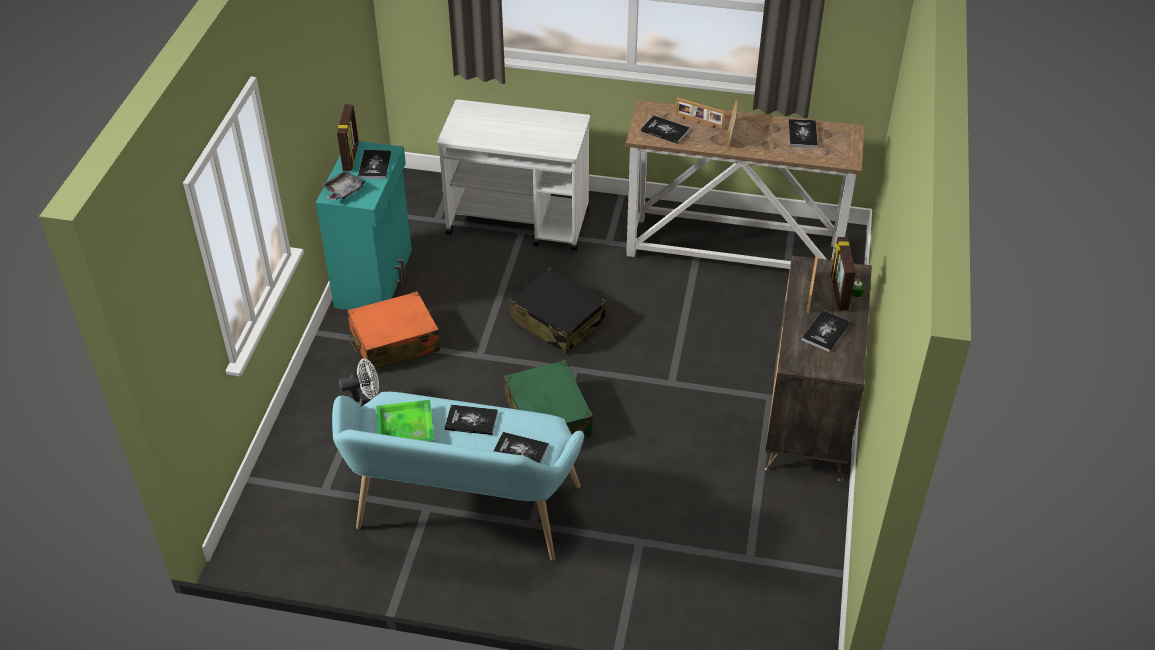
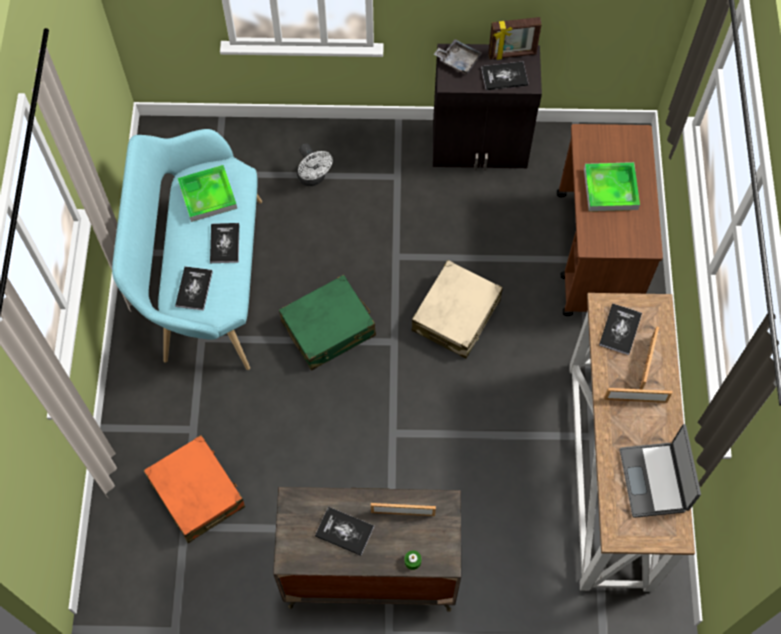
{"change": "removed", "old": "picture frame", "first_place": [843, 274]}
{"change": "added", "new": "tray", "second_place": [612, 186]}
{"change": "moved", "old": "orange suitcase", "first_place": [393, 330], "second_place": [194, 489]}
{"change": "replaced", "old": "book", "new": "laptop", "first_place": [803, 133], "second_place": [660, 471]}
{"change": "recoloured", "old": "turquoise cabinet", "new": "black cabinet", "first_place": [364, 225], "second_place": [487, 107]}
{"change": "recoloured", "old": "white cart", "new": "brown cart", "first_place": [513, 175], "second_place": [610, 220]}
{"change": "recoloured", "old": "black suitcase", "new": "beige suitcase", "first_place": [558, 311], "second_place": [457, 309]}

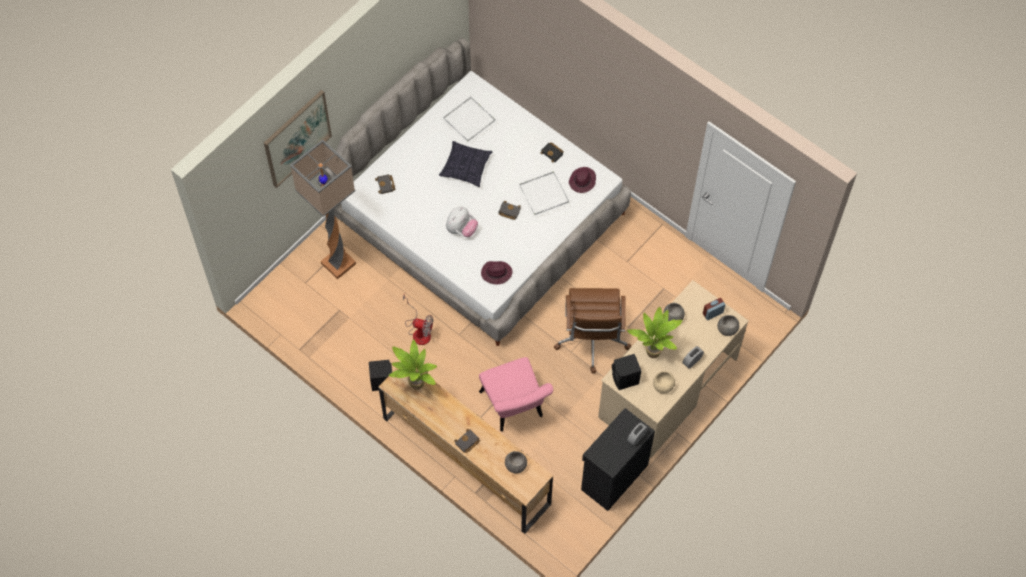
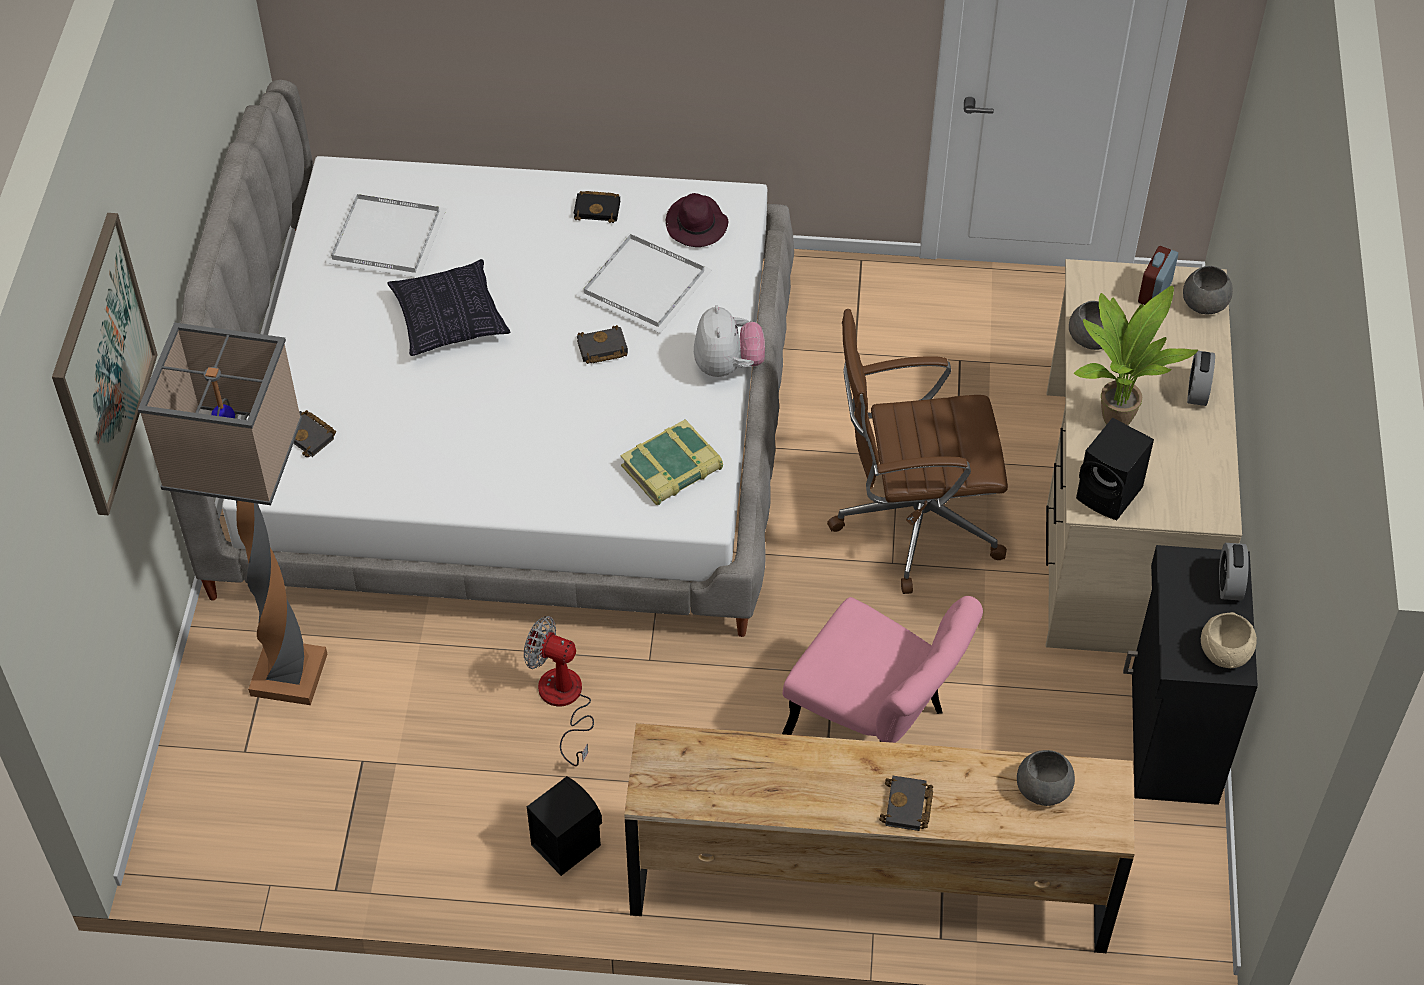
{"change": "removed", "old": "potted plant", "first_place": [413, 364]}
{"change": "moved", "old": "plush toy", "first_place": [462, 221], "second_place": [729, 341]}
{"change": "moved", "old": "beige bowl", "first_place": [664, 382], "second_place": [1229, 640]}
{"change": "replaced", "old": "purple hat", "new": "book", "first_place": [496, 272], "second_place": [671, 462]}
{"change": "turned", "old": "fan", "first_place": [418, 320], "second_place": [559, 691], "degrees": -135}
{"change": "turned", "old": "brown office chair", "first_place": [592, 331], "second_place": [917, 451], "degrees": 120}

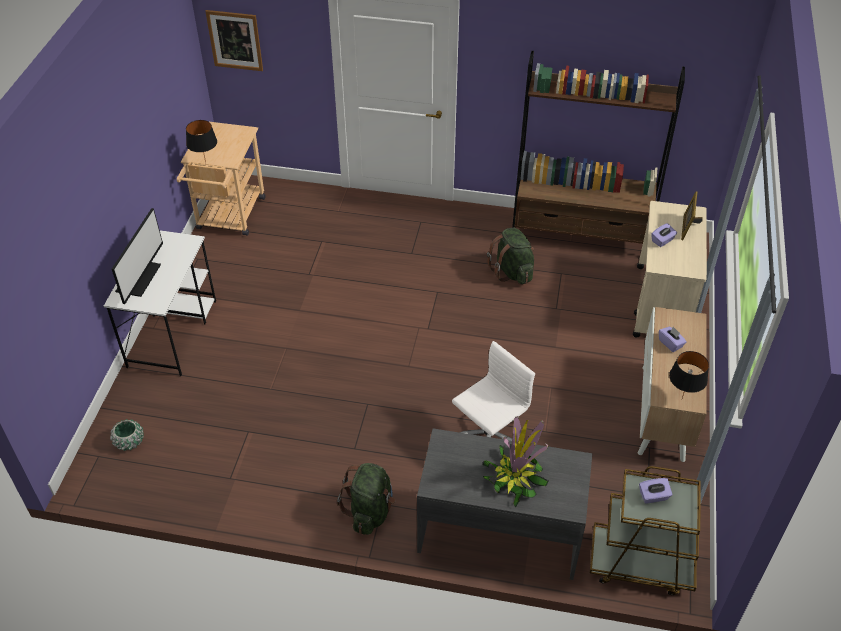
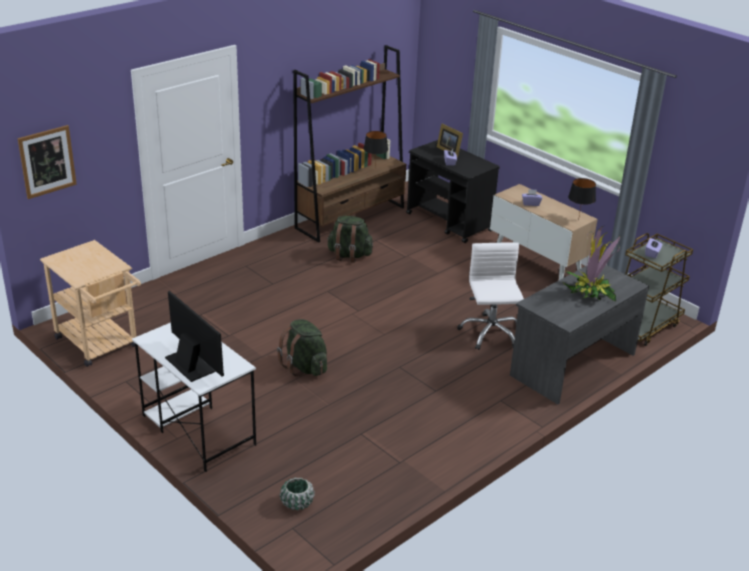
{"change": "moved", "old": "black table lamp", "first_place": [201, 141], "second_place": [375, 147]}
{"change": "moved", "old": "green backpack", "first_place": [366, 499], "second_place": [302, 348]}
{"change": "recoloured", "old": "beige cart", "new": "black cart", "first_place": [670, 269], "second_place": [453, 191]}

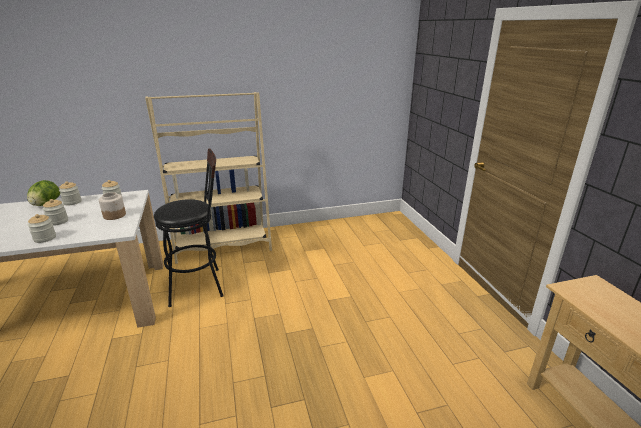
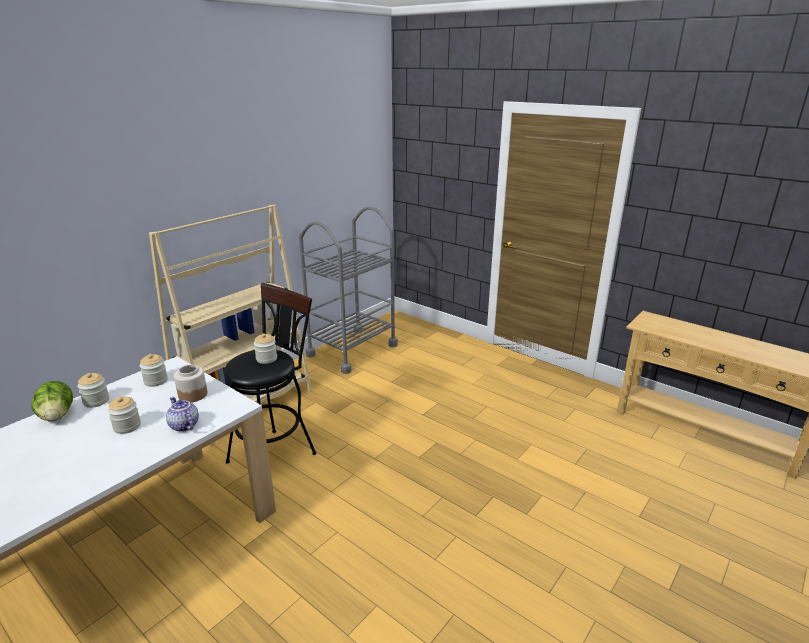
{"change": "added", "new": "teapot", "second_place": [182, 414]}
{"change": "added", "new": "grey cart", "second_place": [348, 290]}
{"change": "moved", "old": "jar", "first_place": [42, 228], "second_place": [265, 348]}

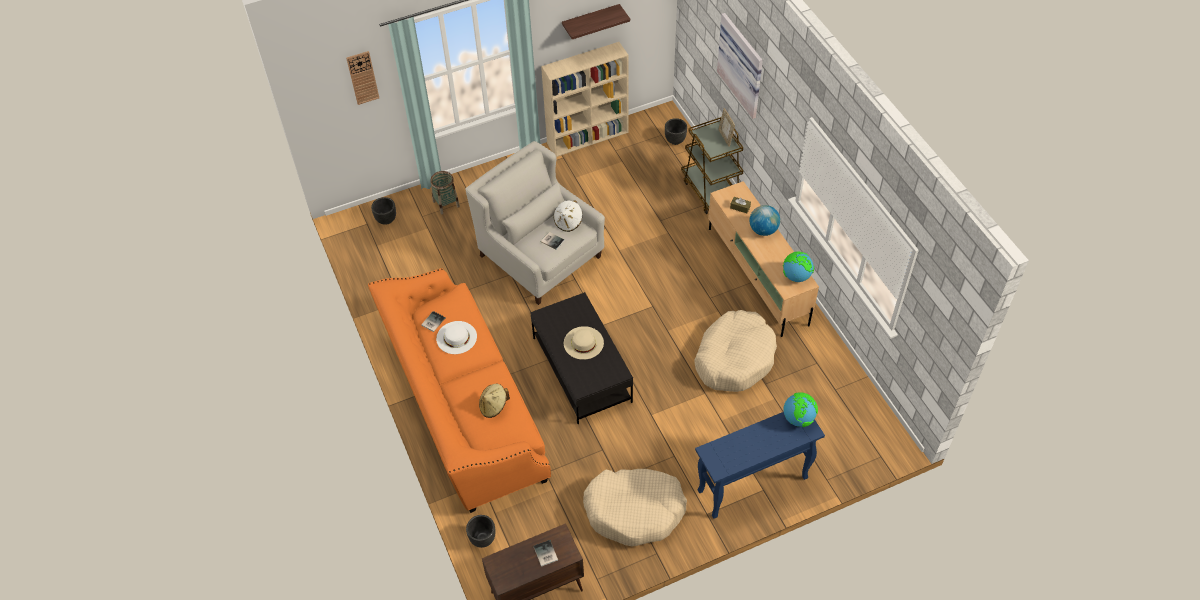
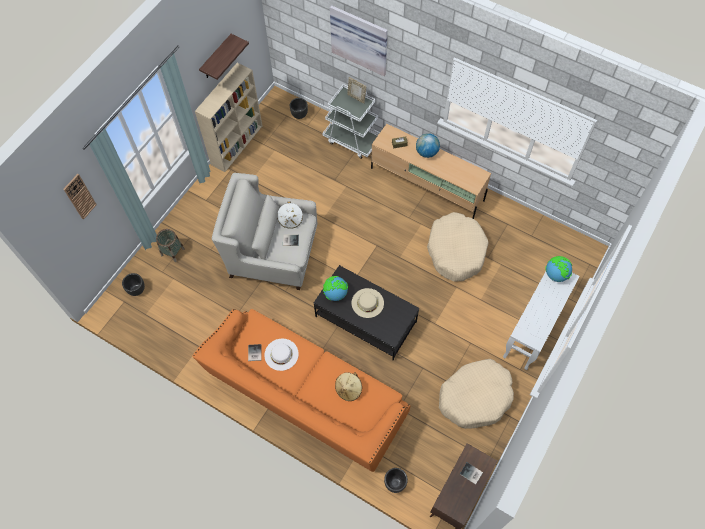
{"change": "moved", "old": "globe", "first_place": [798, 267], "second_place": [335, 288]}
{"change": "recoloured", "old": "brown cart", "new": "white cart", "first_place": [712, 165], "second_place": [350, 121]}
{"change": "recoloured", "old": "blue console table", "new": "white console table", "first_place": [760, 465], "second_place": [541, 321]}

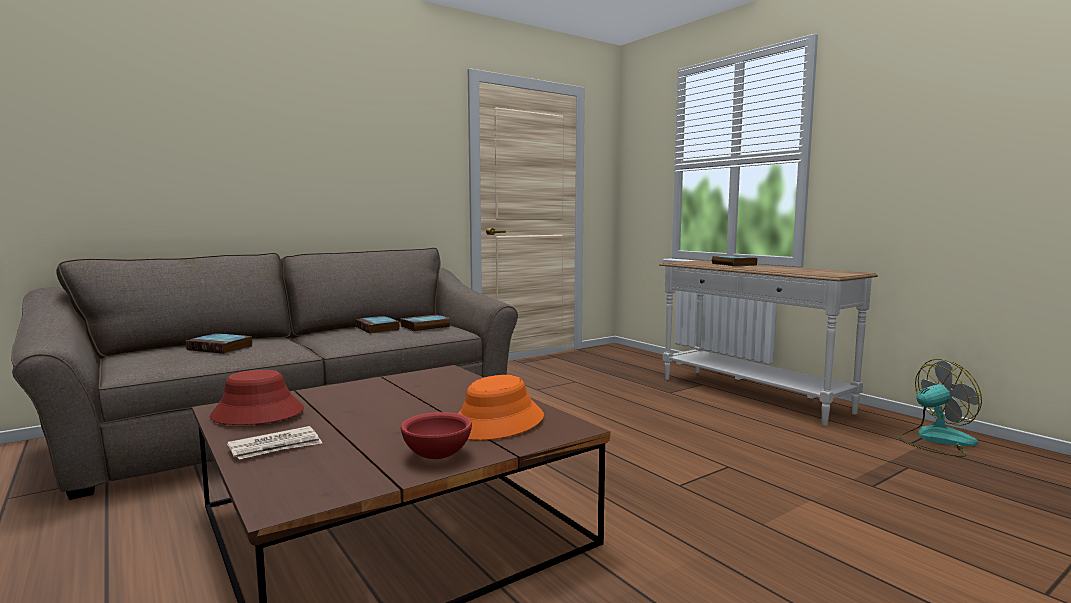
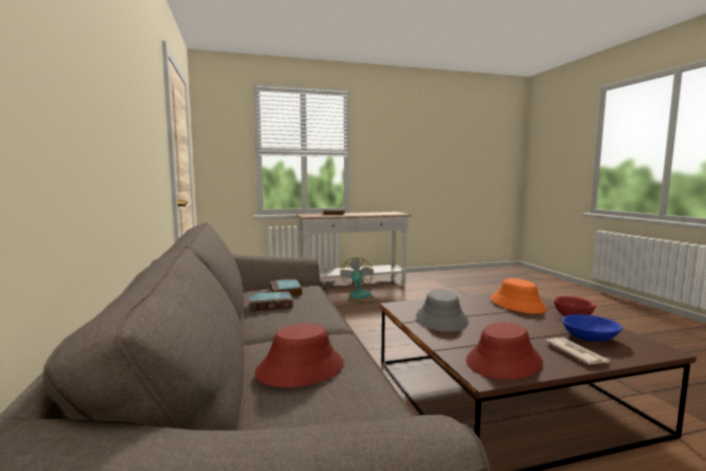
{"change": "added", "new": "grey hat", "second_place": [442, 310]}
{"change": "added", "new": "blue bowl", "second_place": [592, 328]}
{"change": "moved", "old": "fan", "first_place": [940, 408], "second_place": [360, 280]}
{"change": "replaced", "old": "book", "new": "red hat", "first_place": [219, 343], "second_place": [299, 355]}

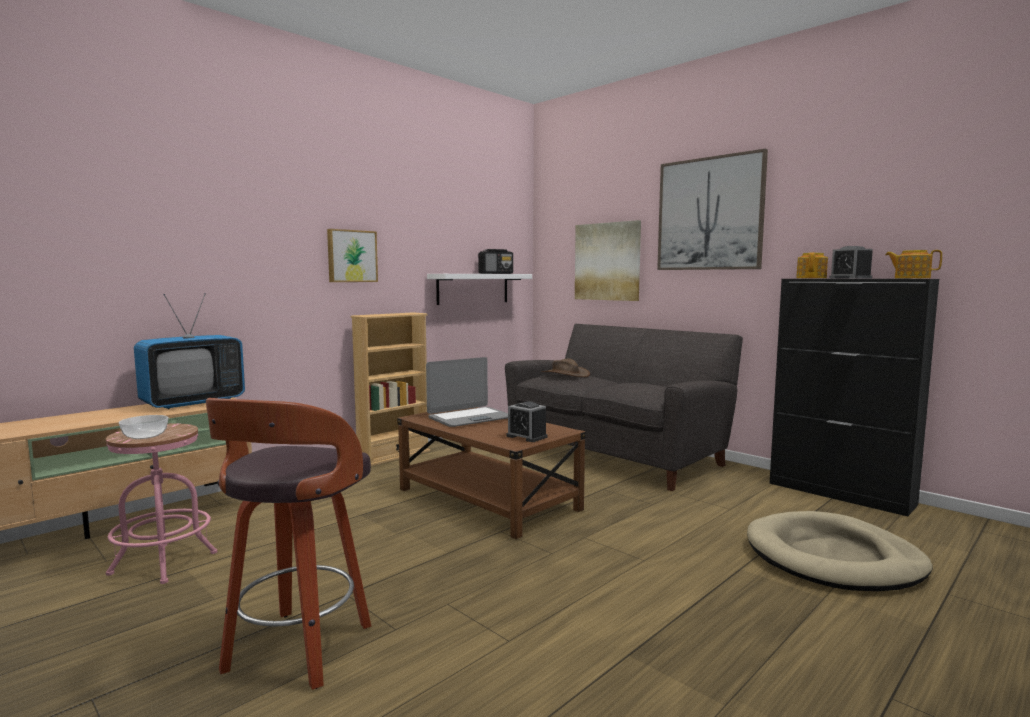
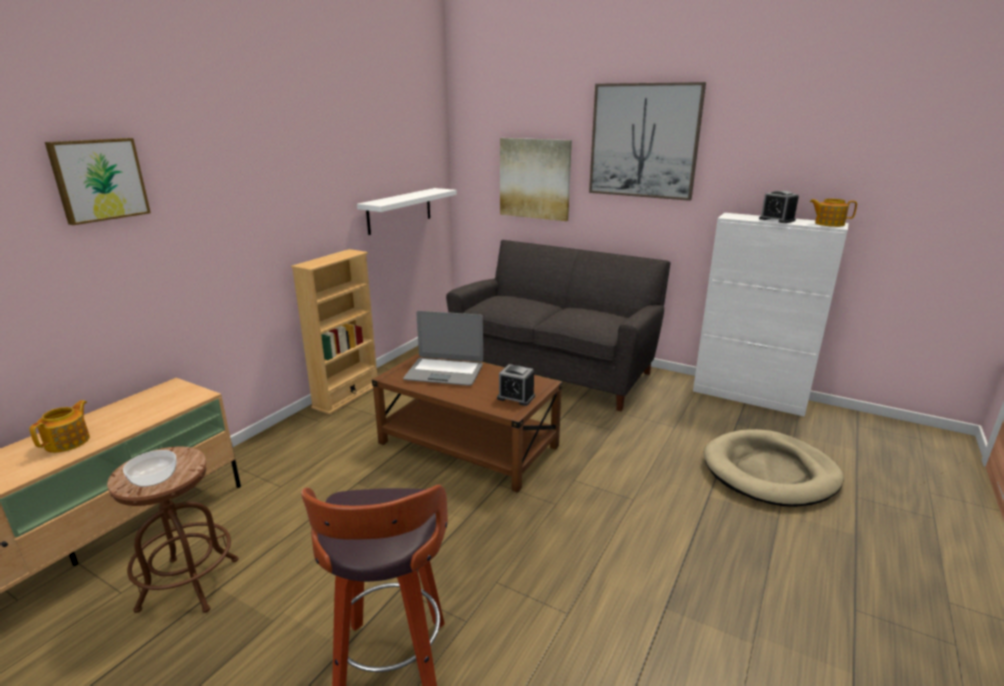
{"change": "removed", "old": "television", "first_place": [189, 351]}
{"change": "removed", "old": "radio", "first_place": [495, 261]}
{"change": "removed", "old": "brown hat", "first_place": [565, 367]}
{"change": "moved", "old": "picture", "first_place": [352, 255], "second_place": [98, 181]}
{"change": "moved", "old": "teapot", "first_place": [812, 265], "second_place": [59, 426]}
{"change": "recoloured", "old": "pink stool", "new": "brown stool", "first_place": [162, 504], "second_place": [172, 530]}
{"change": "recoloured", "old": "black cabinet", "new": "white cabinet", "first_place": [854, 398], "second_place": [771, 315]}
{"change": "turned", "old": "laptop", "first_place": [467, 392], "second_place": [443, 348], "degrees": 60}

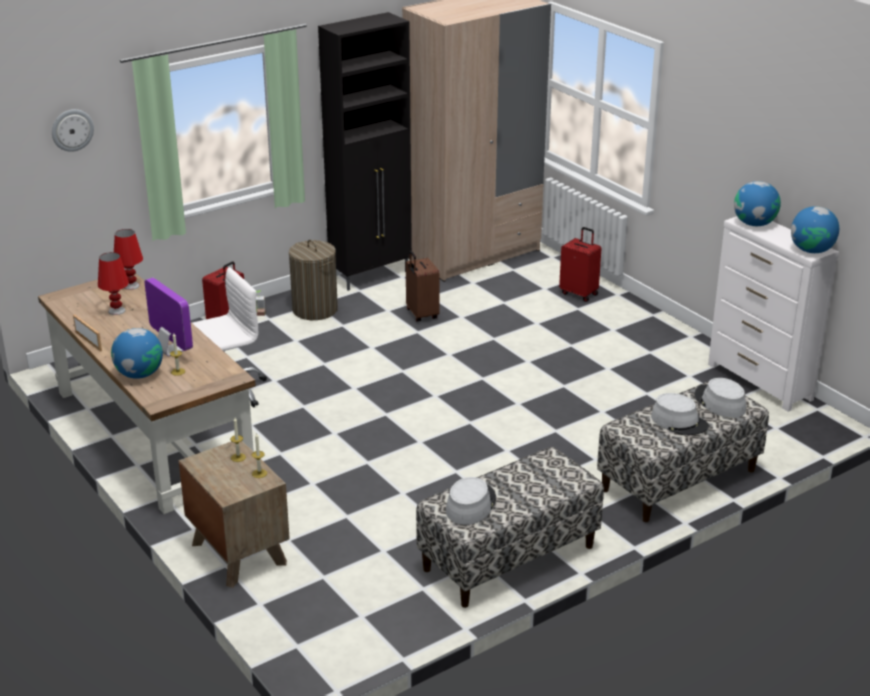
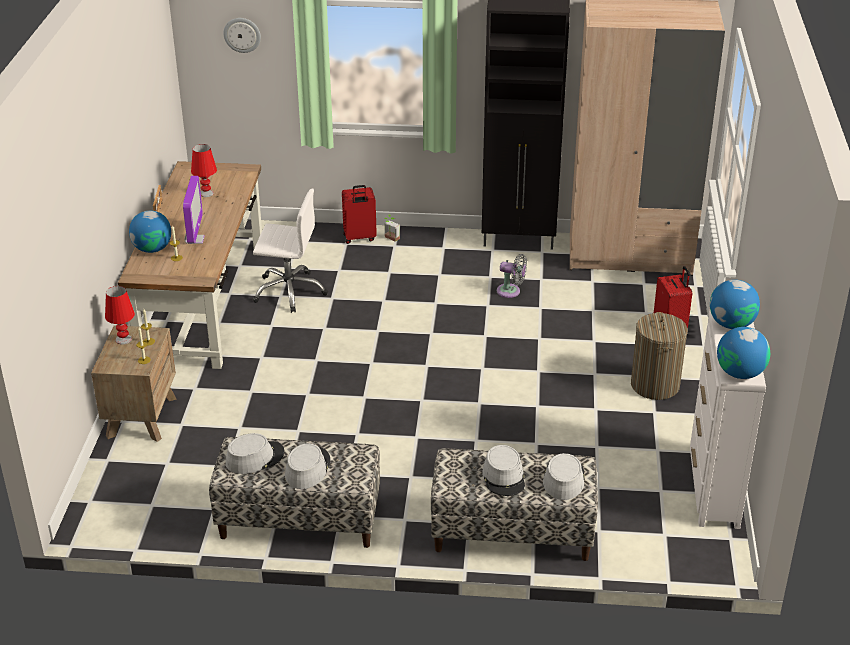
{"change": "added", "new": "grey hat", "second_place": [308, 466]}
{"change": "moved", "old": "red table lamp", "first_place": [128, 259], "second_place": [120, 315]}
{"change": "moved", "old": "laundry basket", "first_place": [313, 280], "second_place": [659, 356]}
{"change": "replaced", "old": "brown suitcase", "new": "grey fan", "first_place": [423, 286], "second_place": [512, 276]}

